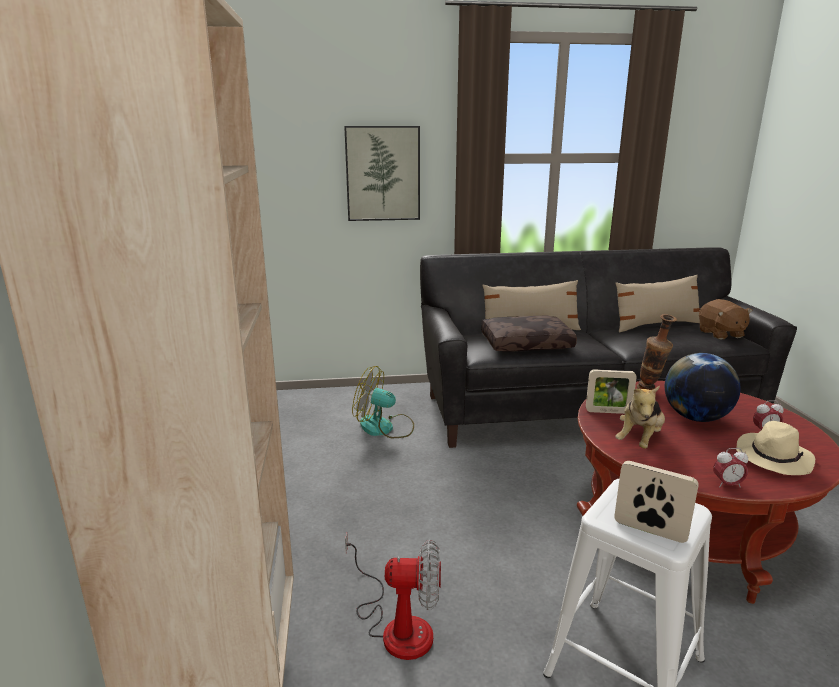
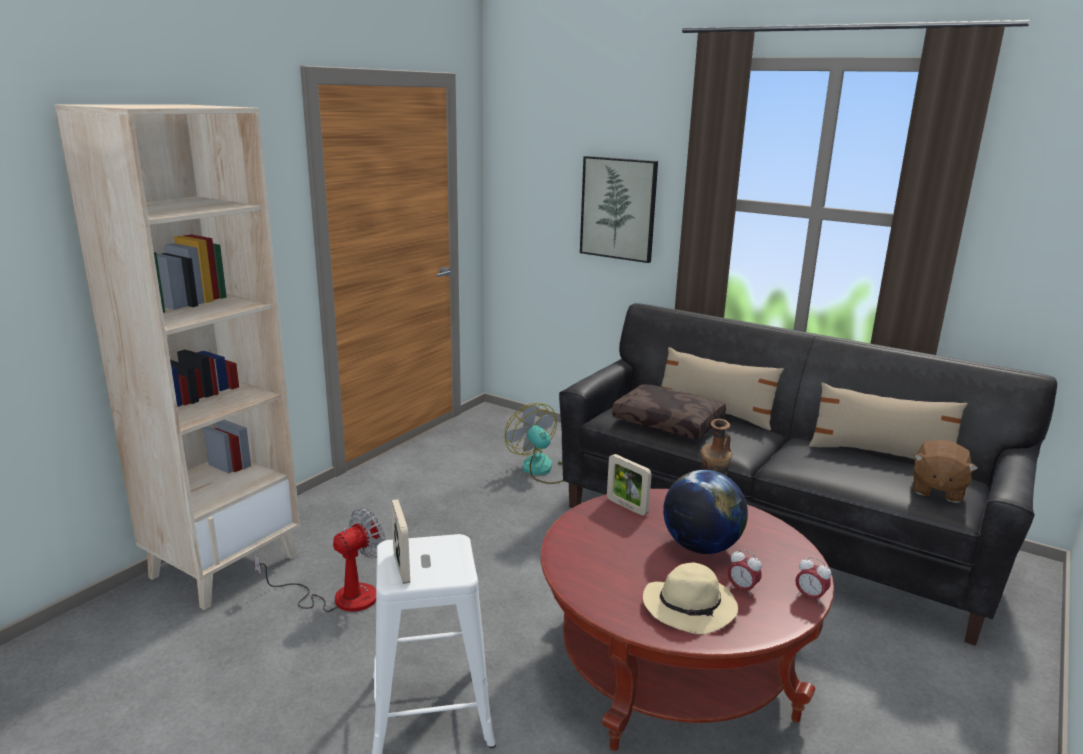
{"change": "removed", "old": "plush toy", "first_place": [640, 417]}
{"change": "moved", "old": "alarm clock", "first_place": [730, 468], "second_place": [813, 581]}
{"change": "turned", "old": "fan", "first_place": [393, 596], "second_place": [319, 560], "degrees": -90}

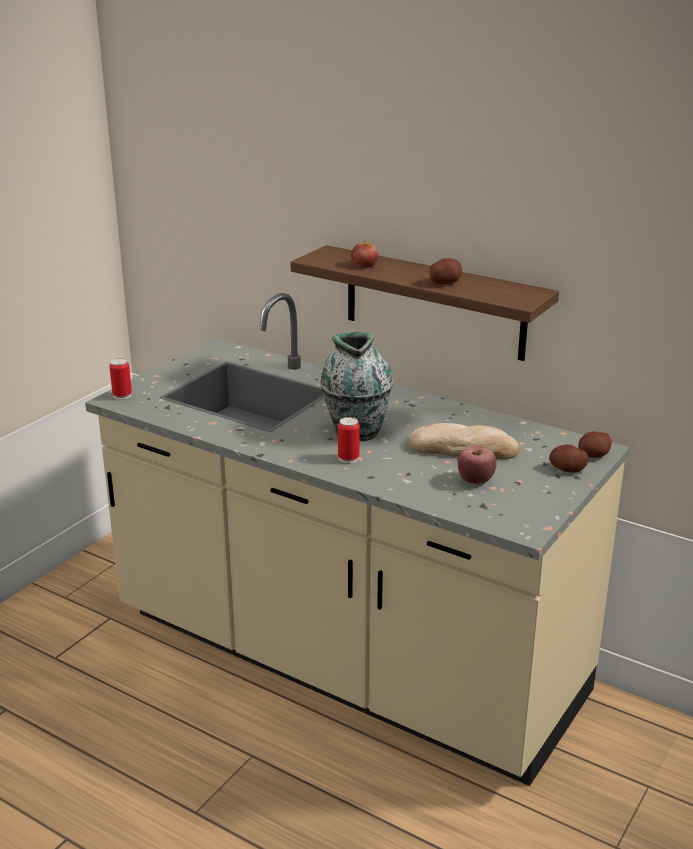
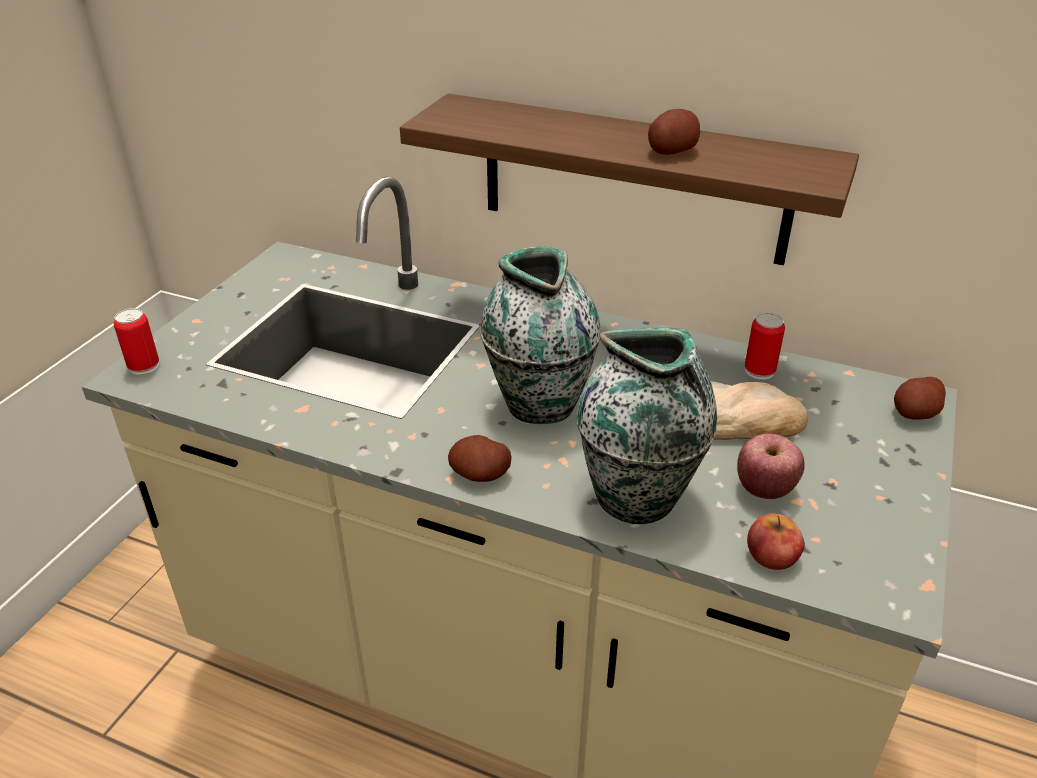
{"change": "added", "new": "vase", "second_place": [647, 425]}
{"change": "moved", "old": "can", "first_place": [349, 440], "second_place": [765, 346]}
{"change": "moved", "old": "apple", "first_place": [364, 253], "second_place": [776, 541]}
{"change": "moved", "old": "potato", "first_place": [568, 458], "second_place": [480, 458]}

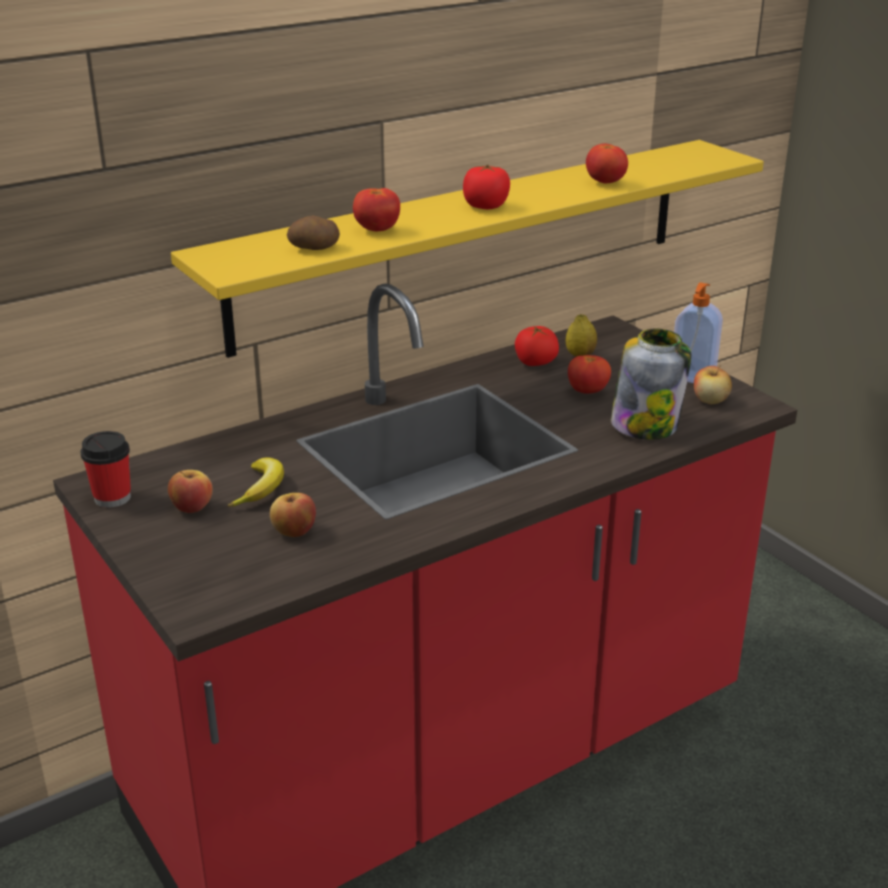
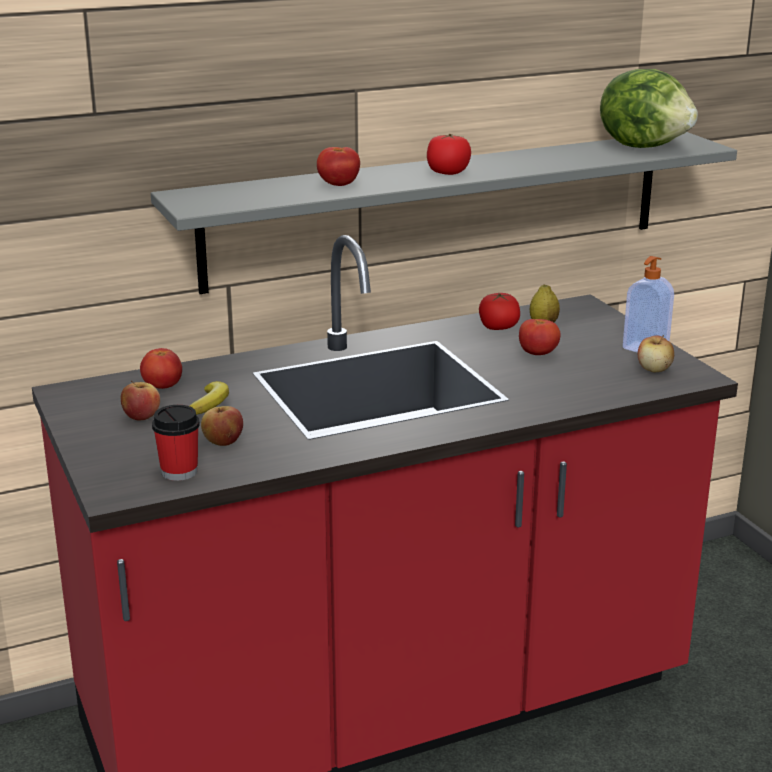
{"change": "removed", "old": "potato", "first_place": [313, 233]}
{"change": "removed", "old": "jar", "first_place": [651, 384]}
{"change": "added", "new": "lettuce", "second_place": [649, 108]}
{"change": "moved", "old": "cup", "first_place": [105, 469], "second_place": [176, 443]}
{"change": "moved", "old": "tomato", "first_place": [607, 163], "second_place": [161, 368]}
{"change": "recoloured", "old": "yellow shelf", "new": "grey shelf", "first_place": [467, 249], "second_place": [444, 213]}

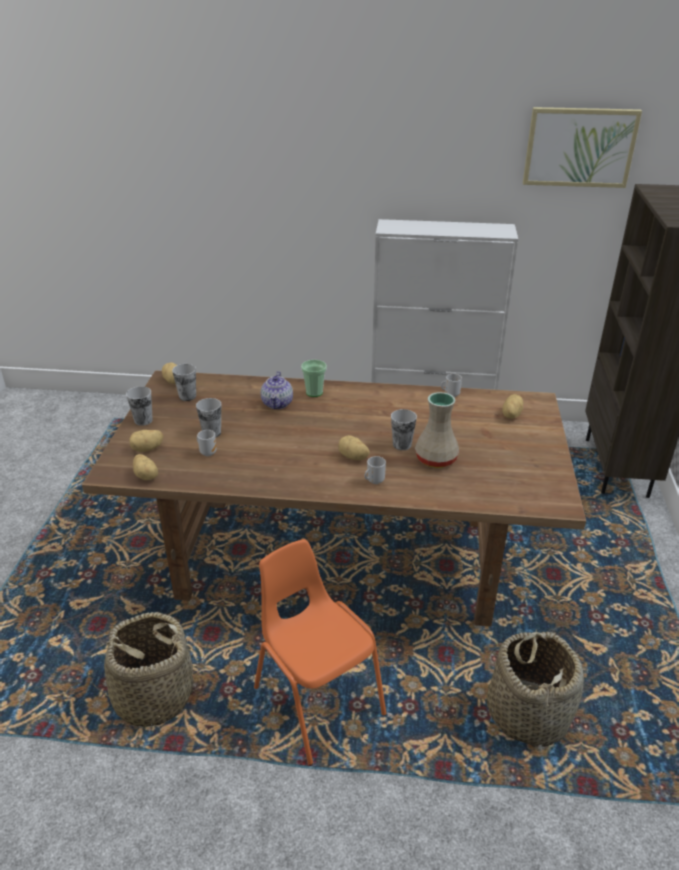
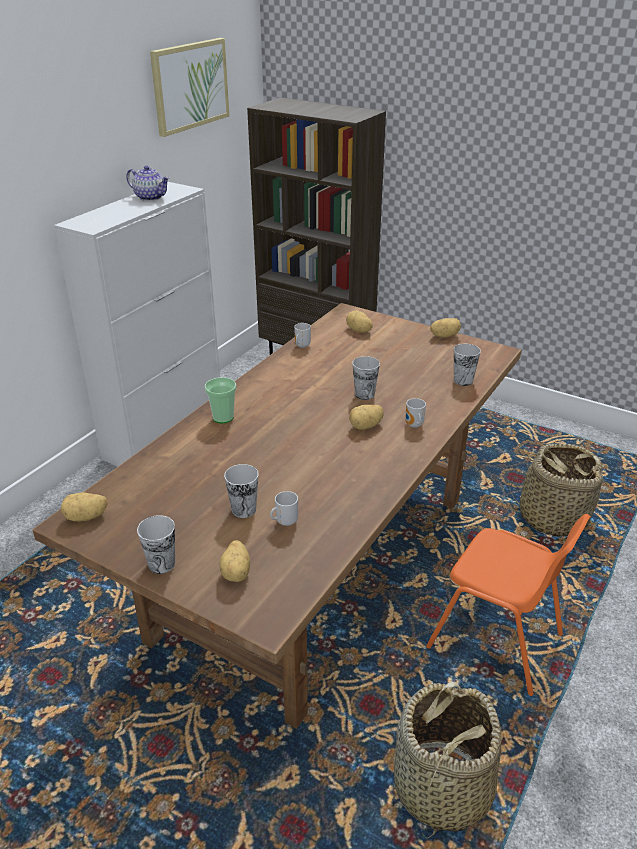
{"change": "removed", "old": "beige vase", "first_place": [437, 430]}
{"change": "moved", "old": "potato", "first_place": [145, 467], "second_place": [445, 328]}
{"change": "moved", "old": "cup", "first_place": [184, 382], "second_place": [467, 365]}
{"change": "moved", "old": "teapot", "first_place": [277, 390], "second_place": [148, 183]}
{"change": "turned", "old": "orange chair", "first_place": [320, 652], "second_place": [508, 605], "degrees": -135}

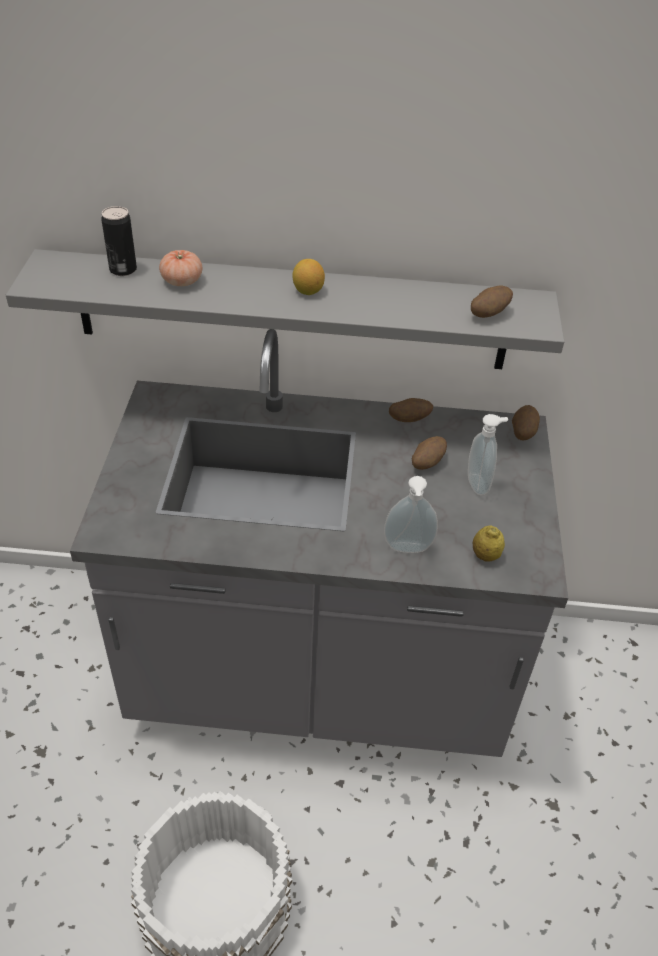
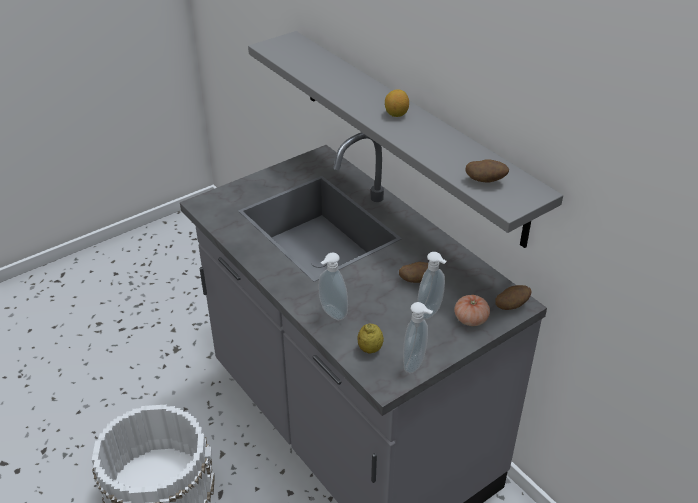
{"change": "removed", "old": "can", "first_place": [119, 241]}
{"change": "removed", "old": "potato", "first_place": [411, 410]}
{"change": "added", "new": "soap dispenser", "second_place": [418, 337]}
{"change": "moved", "old": "tomato", "first_place": [180, 268], "second_place": [472, 310]}

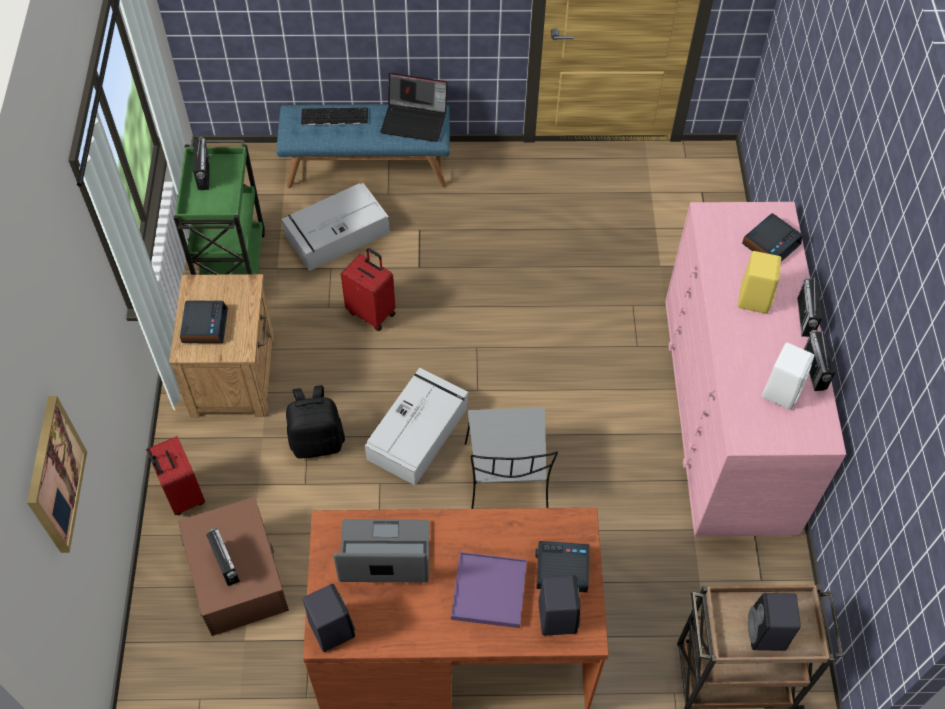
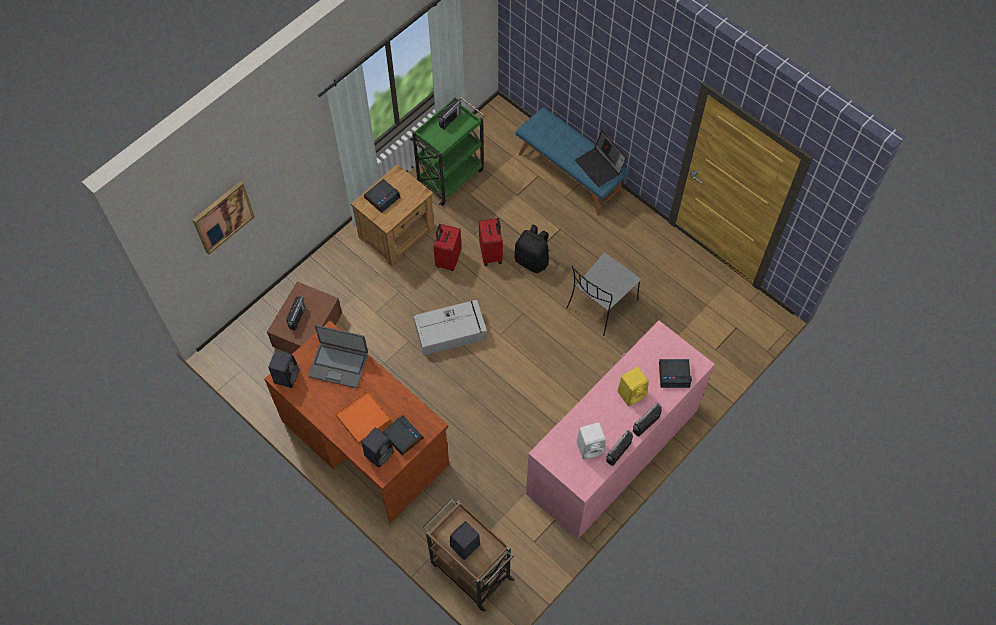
{"change": "removed", "old": "grey storage box", "first_place": [335, 227]}
{"change": "removed", "old": "keyboard", "first_place": [334, 116]}
{"change": "moved", "old": "red suitcase", "first_place": [175, 475], "second_place": [447, 247]}
{"change": "moved", "old": "black backpack", "first_place": [315, 421], "second_place": [532, 248]}
{"change": "moved", "old": "grey chair", "first_place": [511, 458], "second_place": [604, 294]}
{"change": "recoloured", "old": "purple tray", "new": "orange tray", "first_place": [489, 590], "second_place": [363, 417]}
{"change": "turned", "old": "laptop", "first_place": [381, 550], "second_place": [338, 356], "degrees": 150}

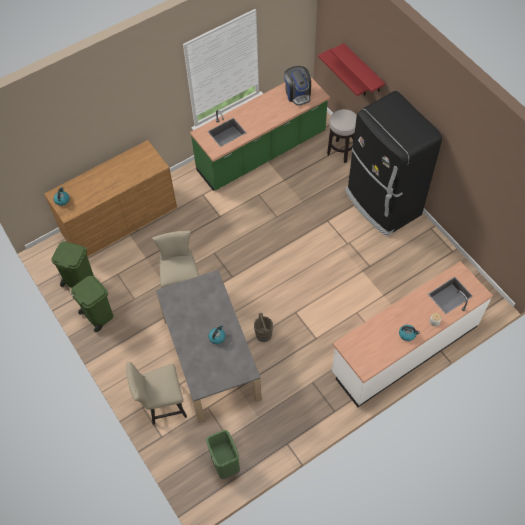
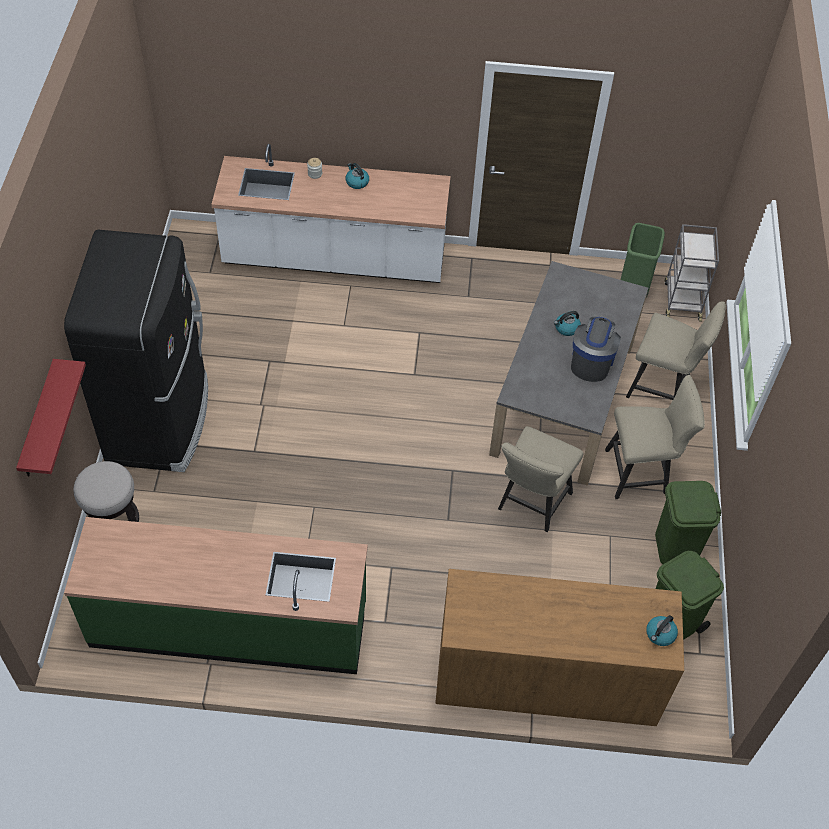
{"change": "removed", "old": "brown bucket", "first_place": [263, 327]}
{"change": "removed", "old": "red shelf", "first_place": [343, 72]}
{"change": "added", "new": "beige chair", "second_place": [655, 437]}
{"change": "added", "new": "grey cart", "second_place": [692, 273]}
{"change": "moved", "old": "coffee machine", "first_place": [297, 86], "second_place": [596, 349]}

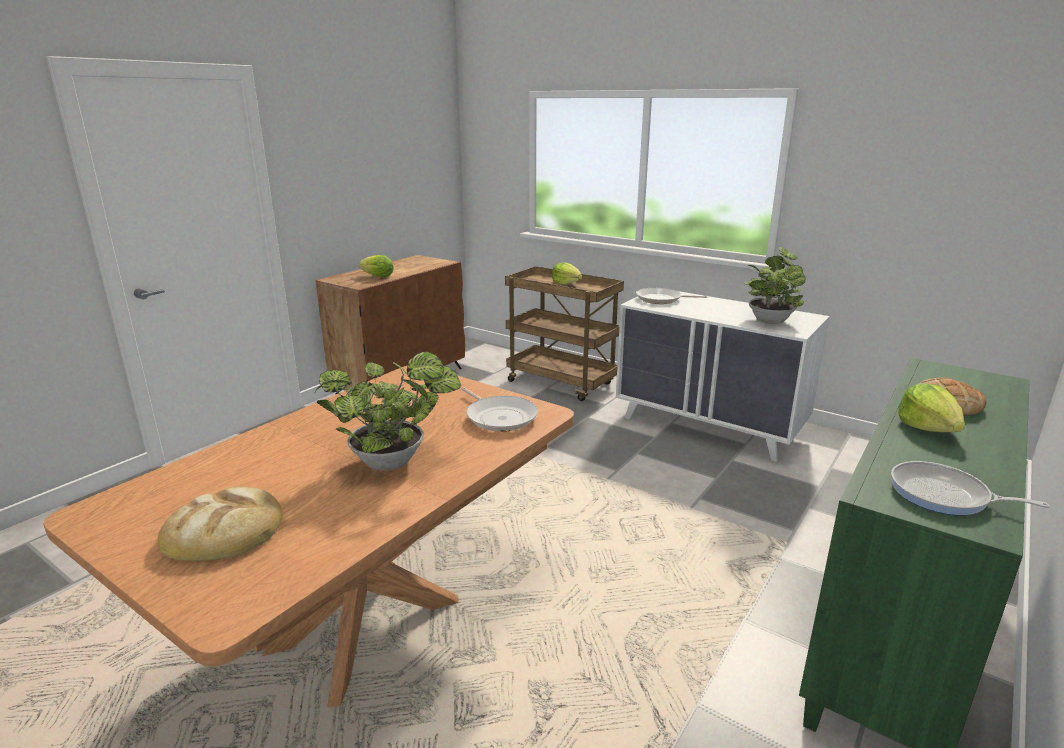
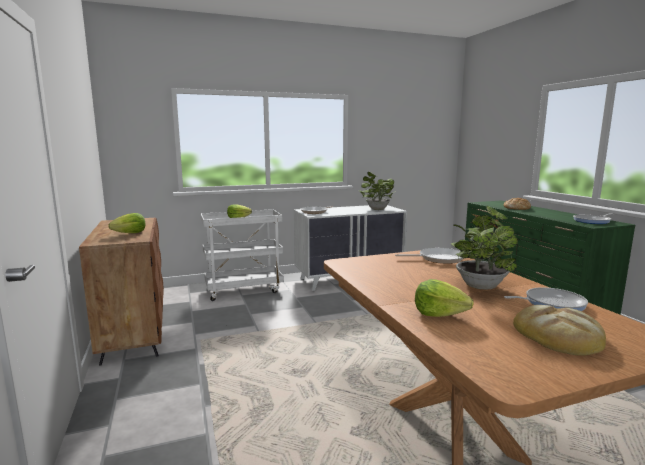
{"change": "added", "new": "frying pan", "second_place": [546, 299]}
{"change": "moved", "old": "lettuce", "first_place": [931, 408], "second_place": [444, 298]}
{"change": "recoloured", "old": "brown cart", "new": "white cart", "first_place": [564, 333], "second_place": [242, 255]}

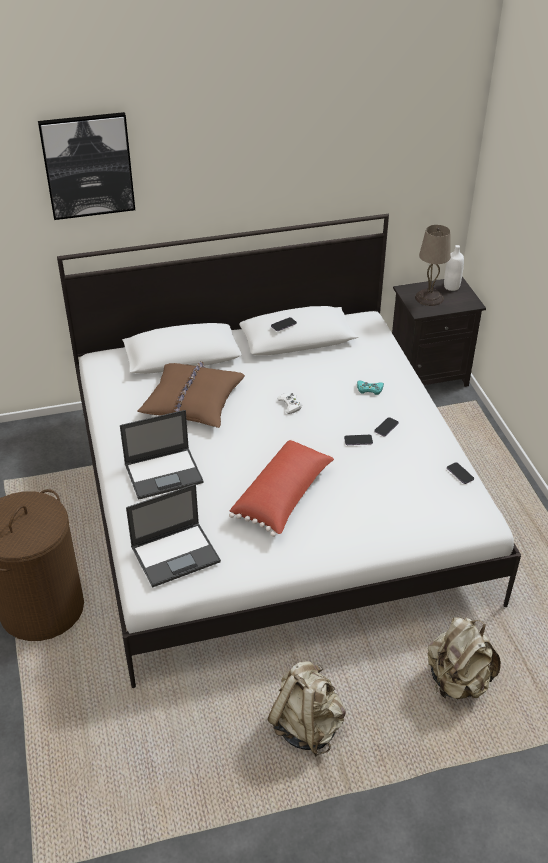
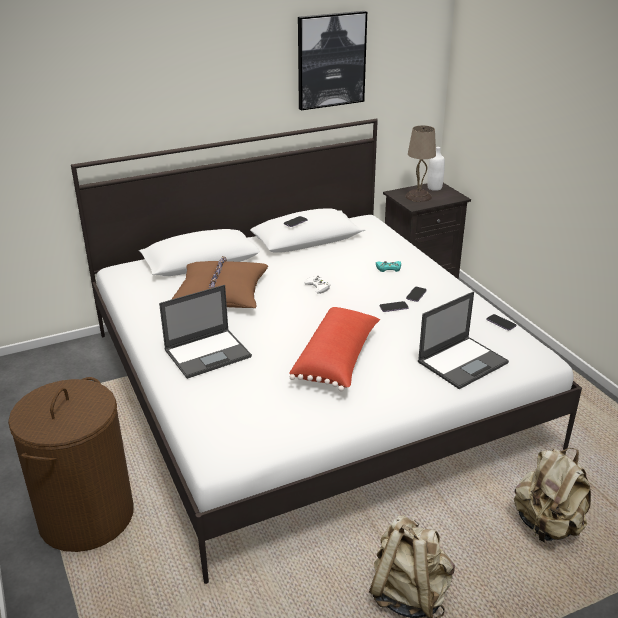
{"change": "moved", "old": "picture", "first_place": [86, 166], "second_place": [332, 61]}
{"change": "moved", "old": "laptop", "first_place": [173, 535], "second_place": [463, 340]}

